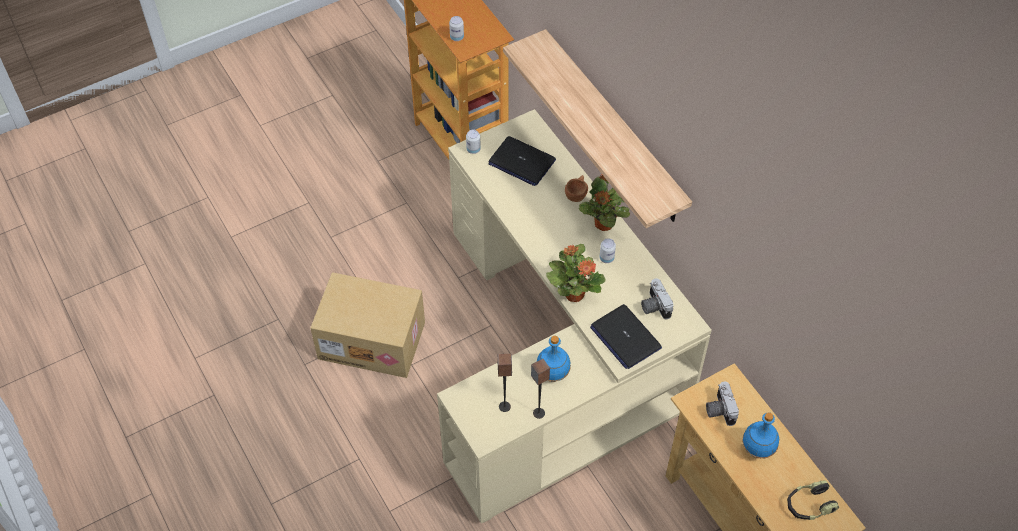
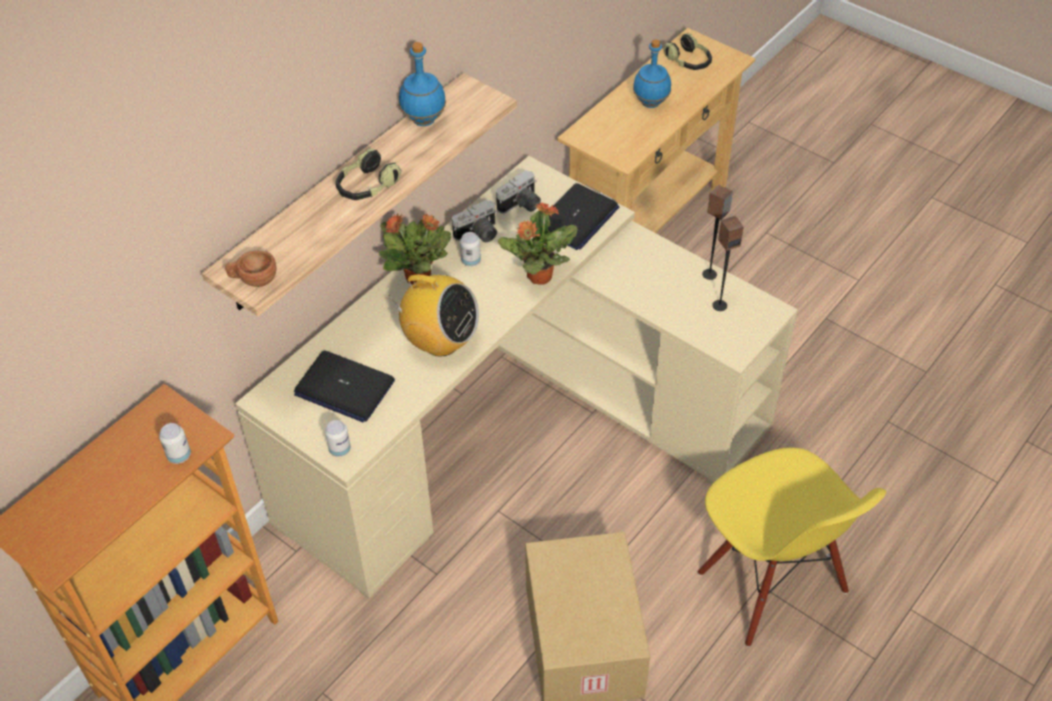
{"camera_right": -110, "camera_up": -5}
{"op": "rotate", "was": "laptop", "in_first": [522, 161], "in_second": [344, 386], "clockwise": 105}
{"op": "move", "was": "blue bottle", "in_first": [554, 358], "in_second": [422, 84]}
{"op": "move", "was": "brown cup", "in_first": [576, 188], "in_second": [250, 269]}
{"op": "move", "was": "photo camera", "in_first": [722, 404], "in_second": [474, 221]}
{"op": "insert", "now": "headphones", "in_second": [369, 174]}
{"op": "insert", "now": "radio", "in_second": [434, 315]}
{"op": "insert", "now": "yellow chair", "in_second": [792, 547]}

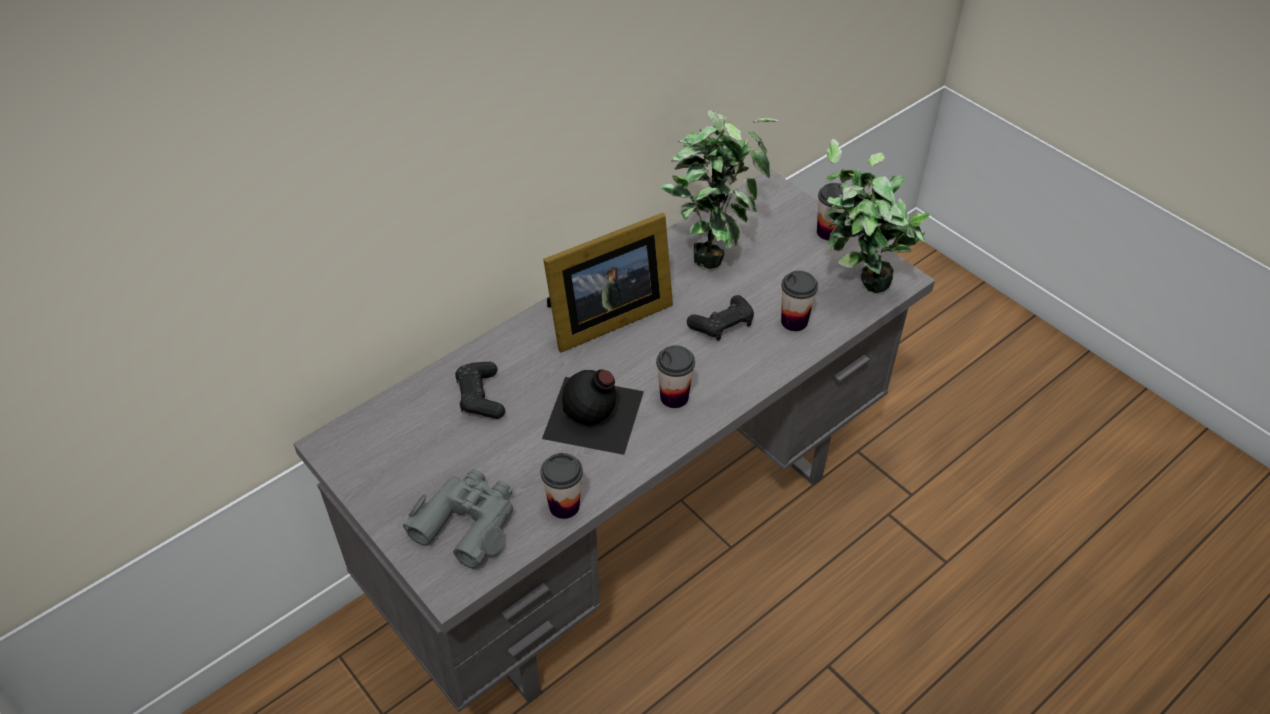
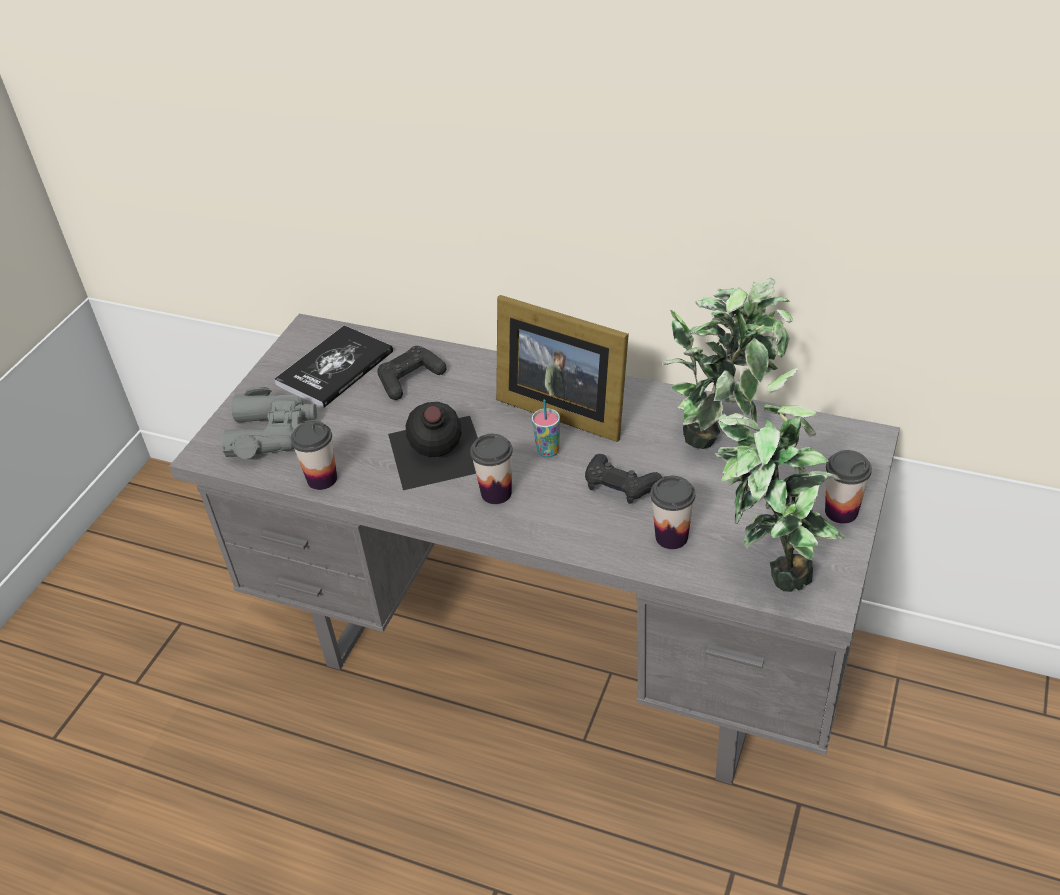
{"camera_right": 65, "camera_up": -5}
{"op": "insert", "now": "book", "in_second": [333, 366]}
{"op": "insert", "now": "cup", "in_second": [546, 429]}

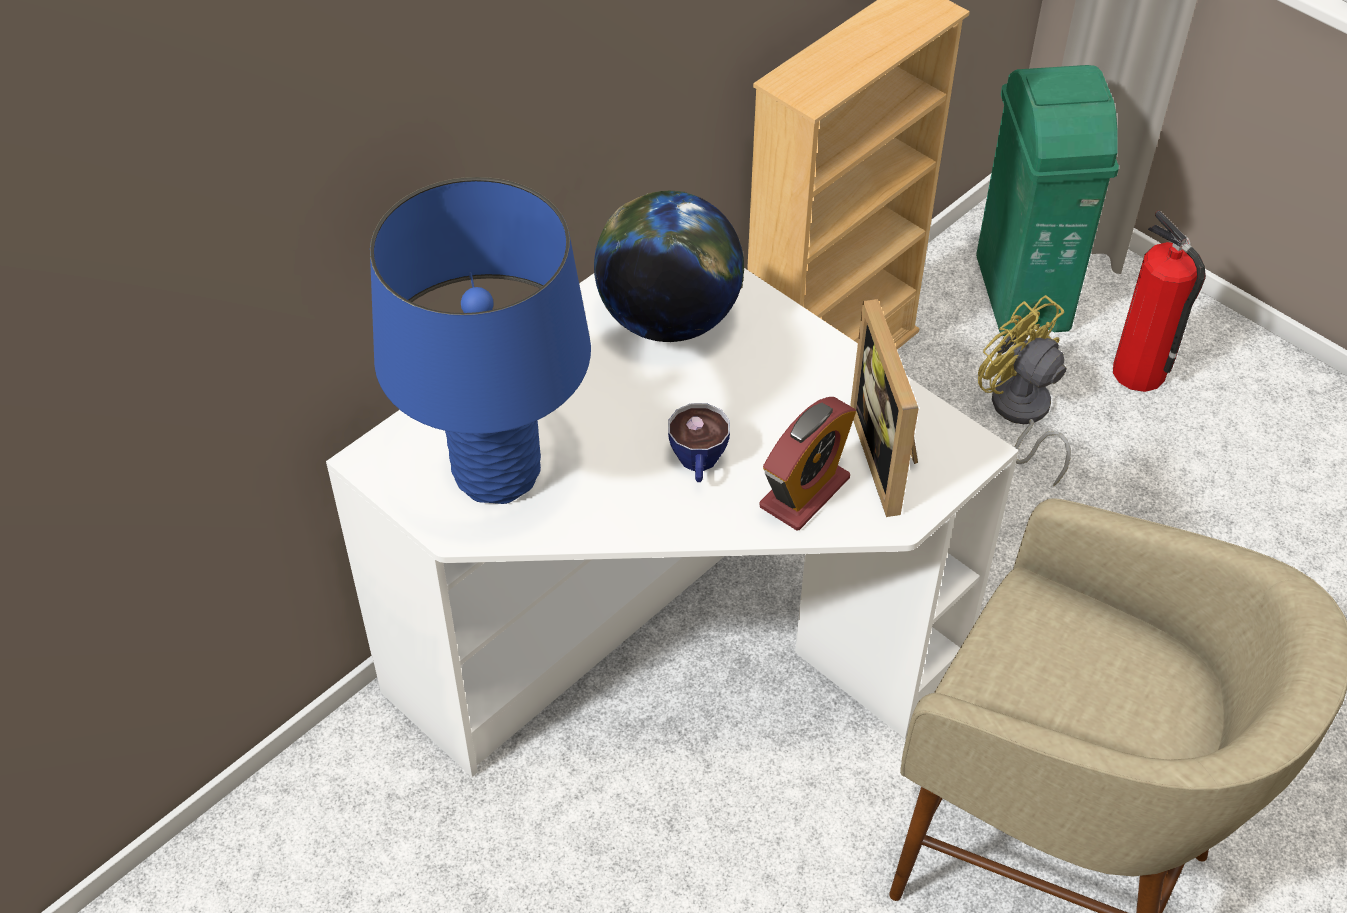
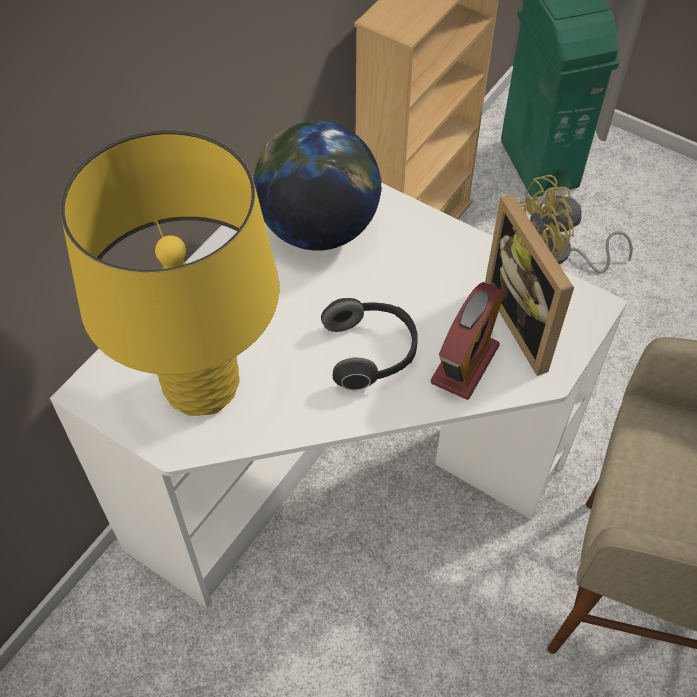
{"camera_right": -10, "camera_up": 5}
{"op": "recolor", "was": "blue table lamp", "now": "yellow table lamp", "in_first": [480, 340], "in_second": [169, 273]}
{"op": "replace", "was": "cup", "now": "headphones", "in_first": [699, 442], "in_second": [369, 344]}
{"op": "rotate", "was": "yellow fan", "in_first": [1024, 391], "in_second": [576, 224], "clockwise": -60}
{"op": "delete", "was": "fire extinguisher", "in_first": [1159, 301]}

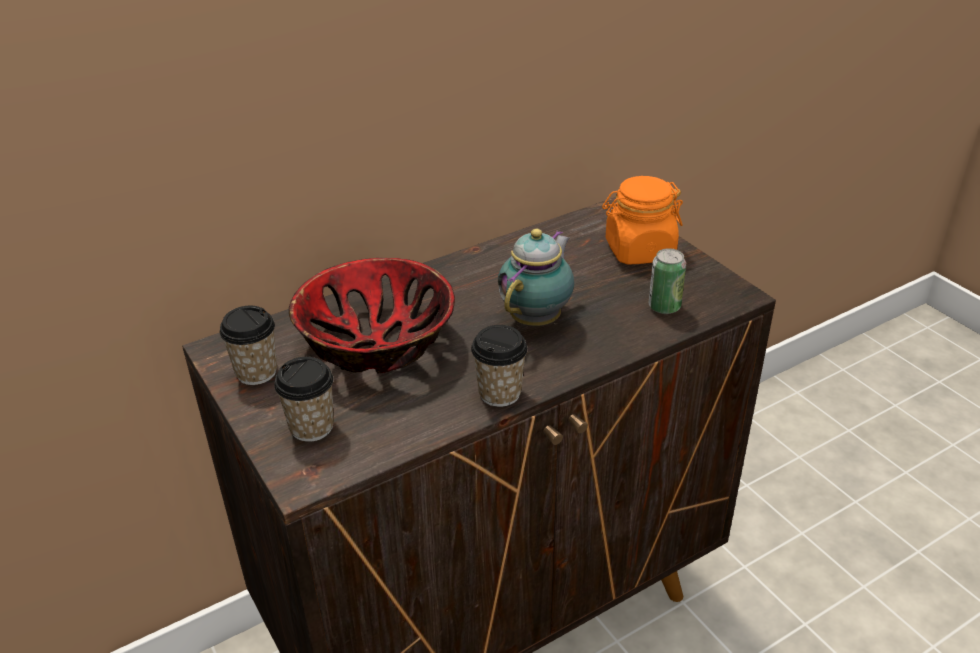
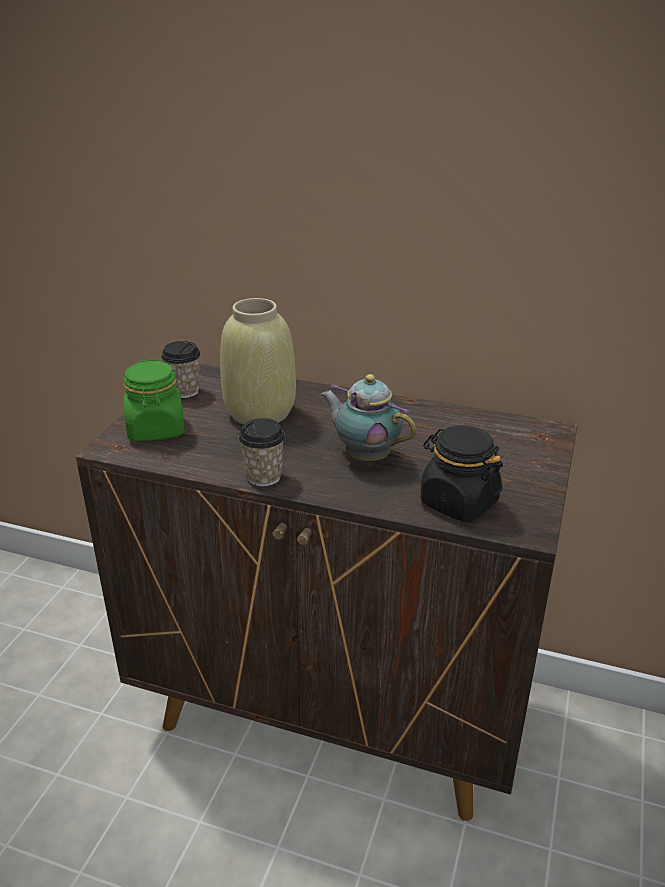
{"camera_right": 50, "camera_up": -5}
{"op": "replace", "was": "cup", "now": "green jar", "in_first": [304, 399], "in_second": [154, 400]}
{"op": "replace", "was": "bowl", "now": "beige vase", "in_first": [372, 315], "in_second": [258, 361]}
{"op": "rotate", "was": "teapot", "in_first": [536, 277], "in_second": [368, 417], "clockwise": -135}
{"op": "delete", "was": "orange jar", "in_first": [642, 220]}
{"op": "replace", "was": "can", "now": "black jar", "in_first": [667, 281], "in_second": [461, 473]}

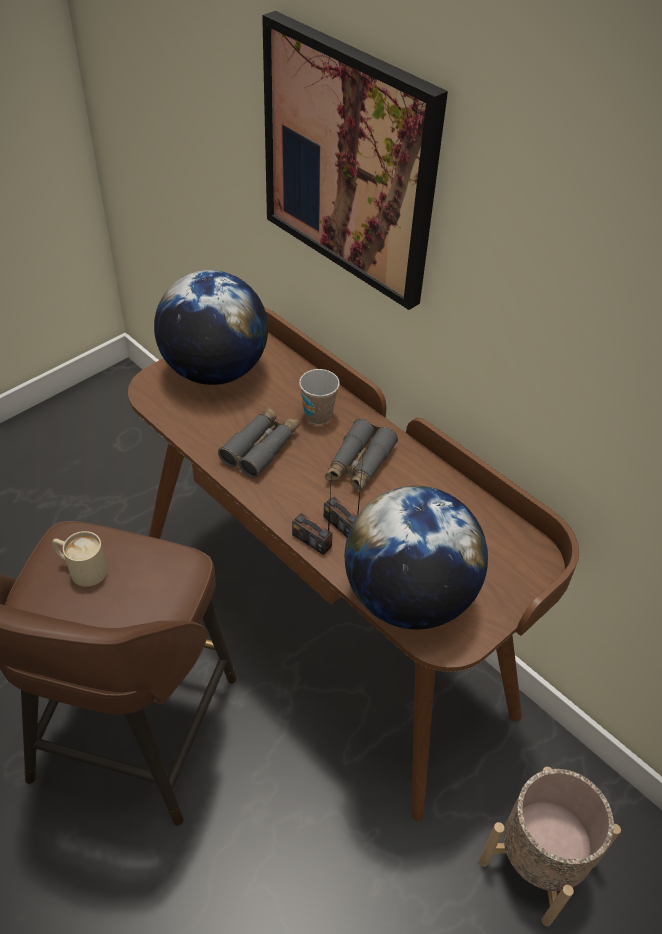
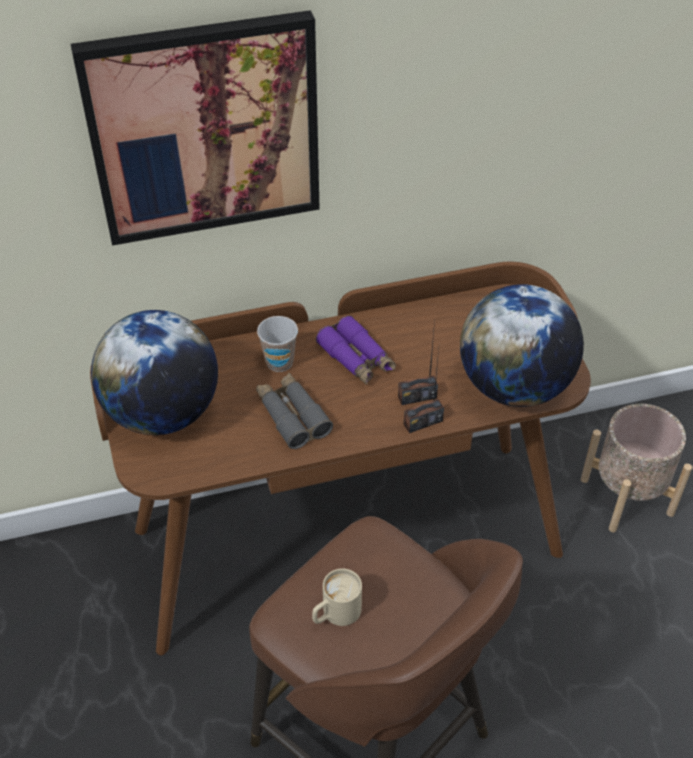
{"camera_right": -60, "camera_up": 0}
{"op": "recolor", "was": "grey binoculars", "now": "purple binoculars", "in_first": [361, 455], "in_second": [356, 350]}

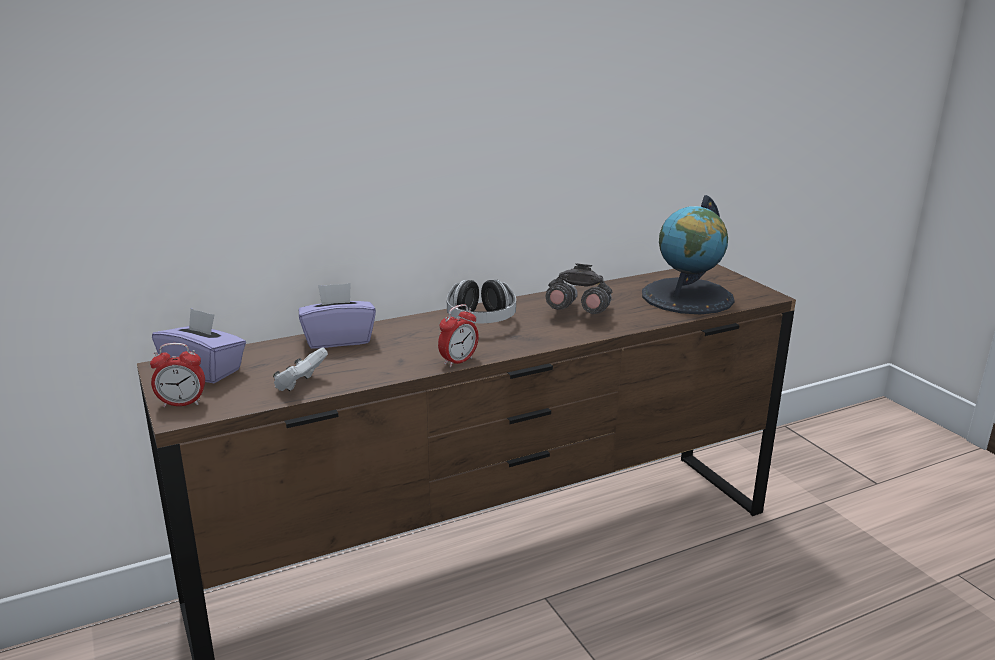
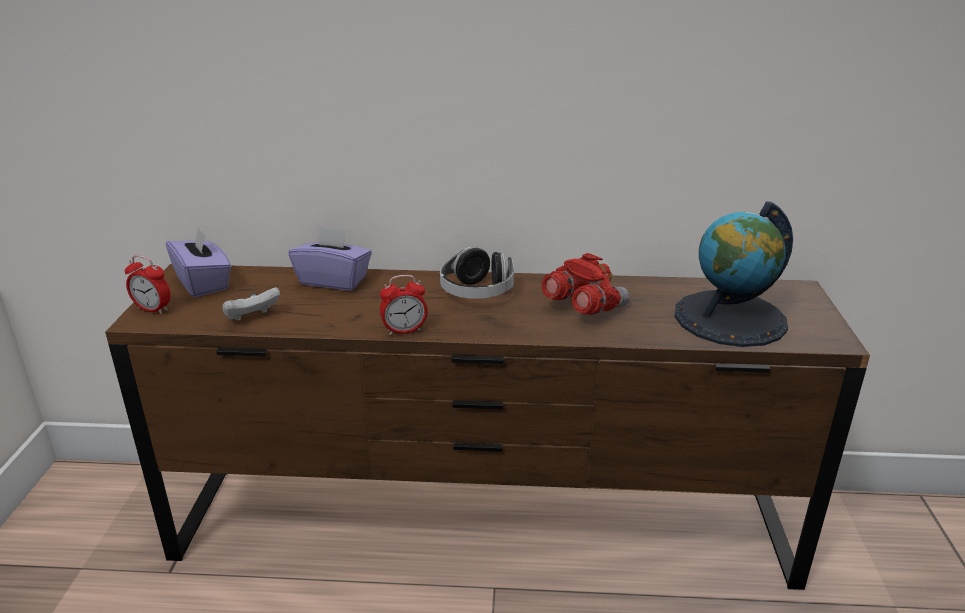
{"camera_right": 30, "camera_up": 5}
{"op": "recolor", "was": "grey binoculars", "now": "red binoculars", "in_first": [578, 288], "in_second": [586, 284]}

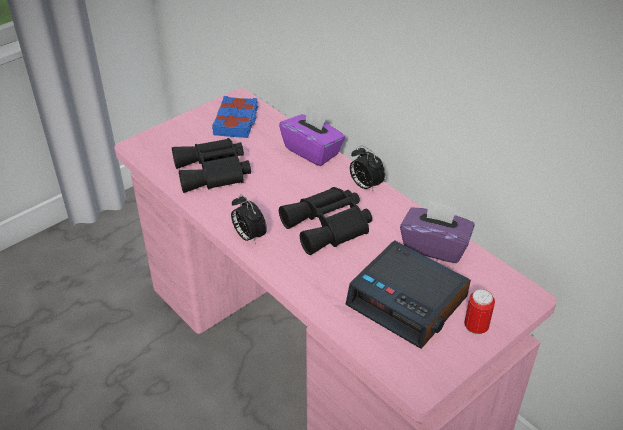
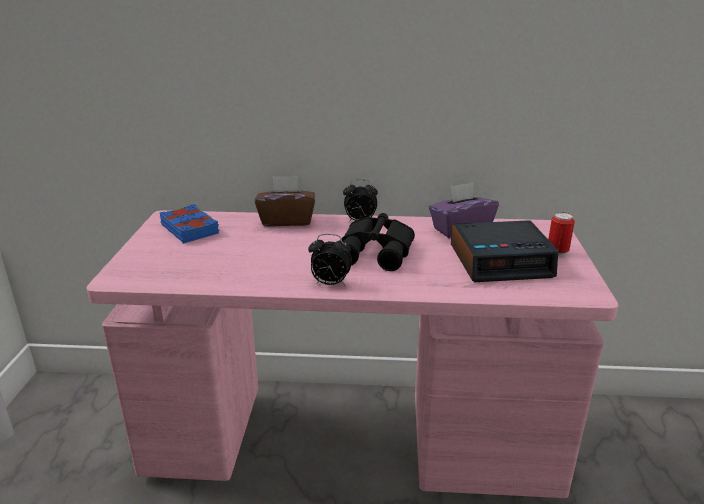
{"camera_right": -45, "camera_up": -15}
{"op": "delete", "was": "black binoculars", "in_first": [211, 165]}
{"op": "recolor", "was": "purple tissue box", "now": "brown tissue box", "in_first": [312, 136], "in_second": [284, 201]}

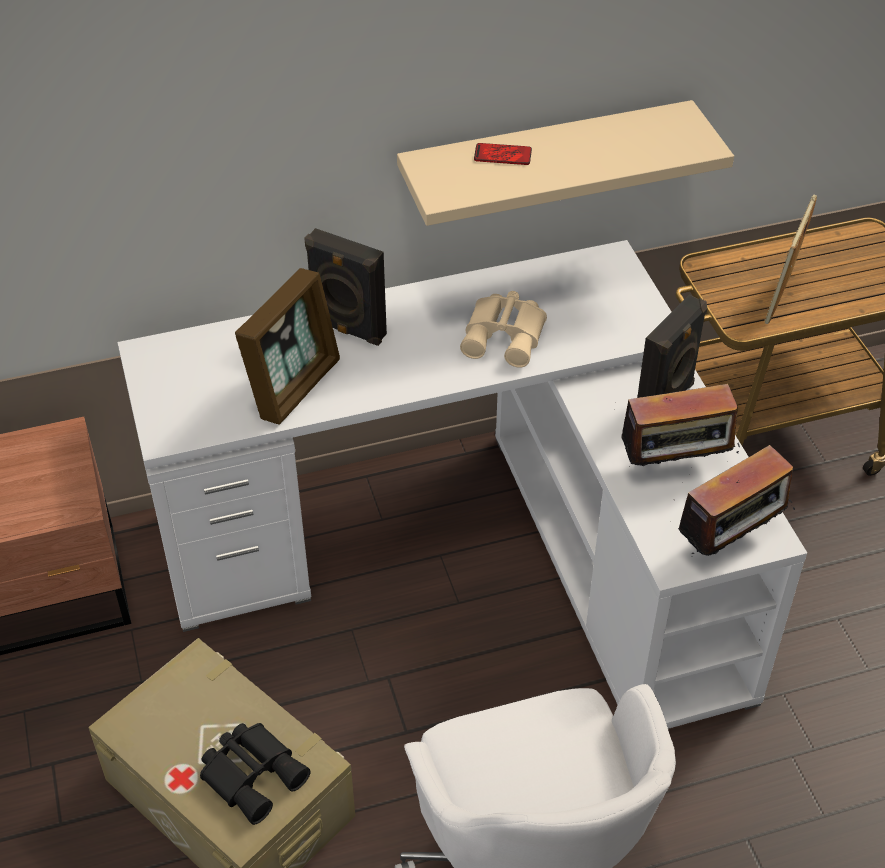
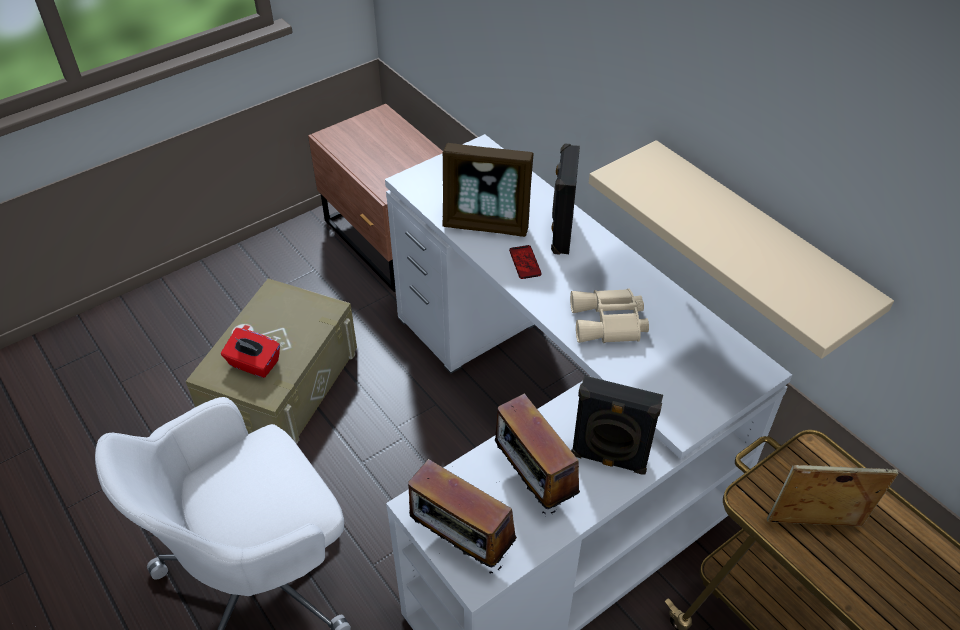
{"camera_right": 70, "camera_up": 0}
{"op": "replace", "was": "black binoculars", "now": "red tissue box", "in_first": [255, 774], "in_second": [250, 353]}
{"op": "move", "was": "phone", "in_first": [503, 154], "in_second": [525, 262]}

